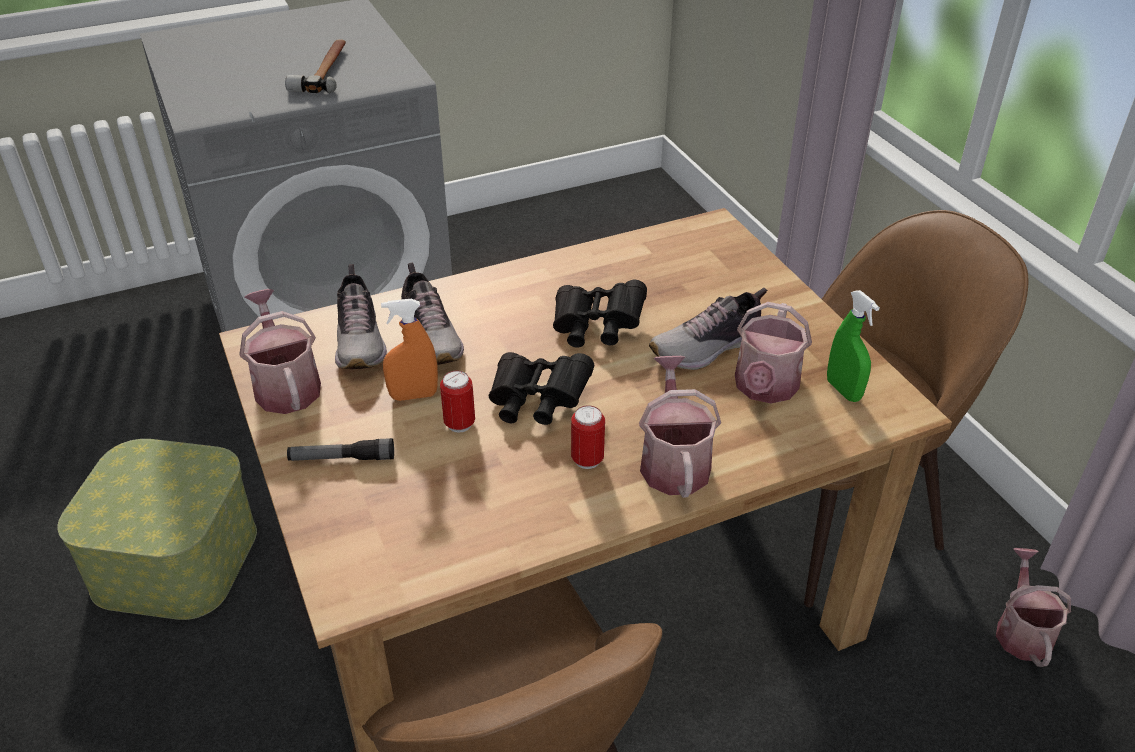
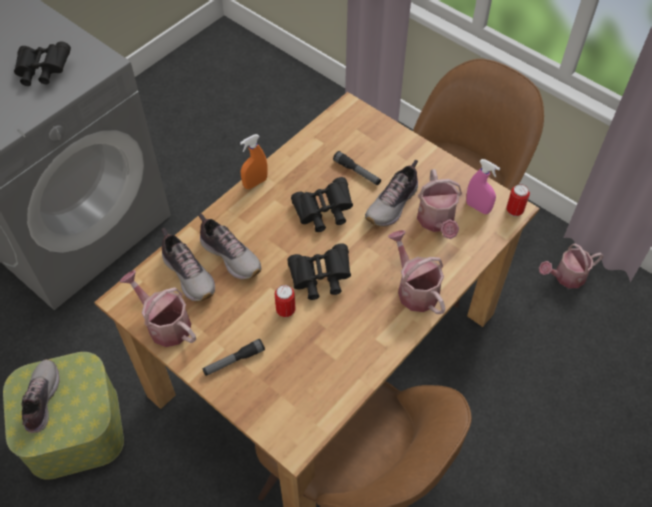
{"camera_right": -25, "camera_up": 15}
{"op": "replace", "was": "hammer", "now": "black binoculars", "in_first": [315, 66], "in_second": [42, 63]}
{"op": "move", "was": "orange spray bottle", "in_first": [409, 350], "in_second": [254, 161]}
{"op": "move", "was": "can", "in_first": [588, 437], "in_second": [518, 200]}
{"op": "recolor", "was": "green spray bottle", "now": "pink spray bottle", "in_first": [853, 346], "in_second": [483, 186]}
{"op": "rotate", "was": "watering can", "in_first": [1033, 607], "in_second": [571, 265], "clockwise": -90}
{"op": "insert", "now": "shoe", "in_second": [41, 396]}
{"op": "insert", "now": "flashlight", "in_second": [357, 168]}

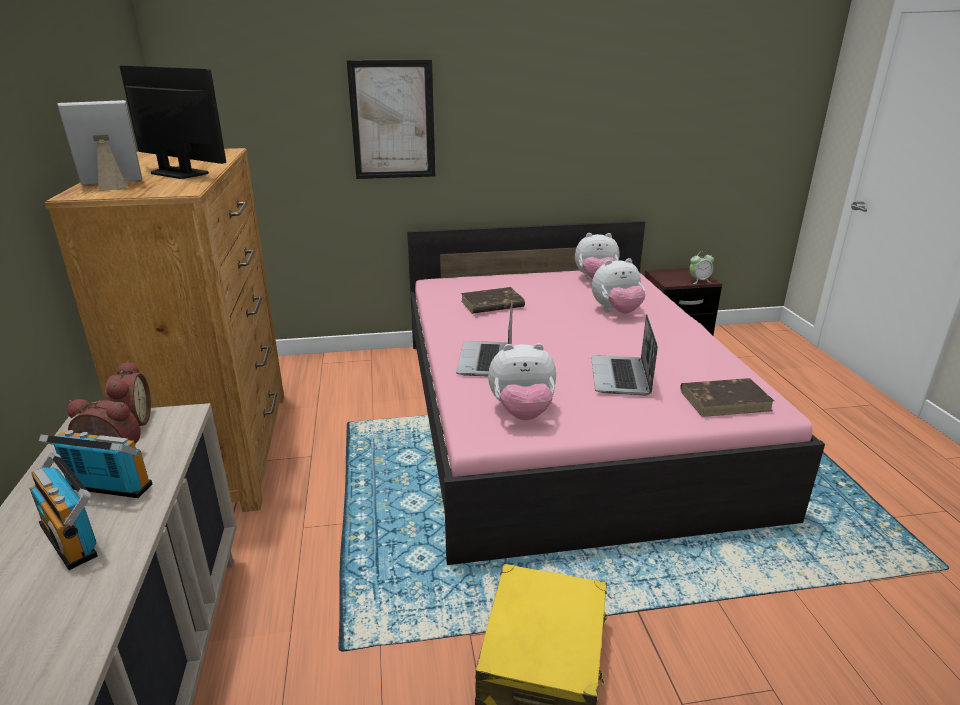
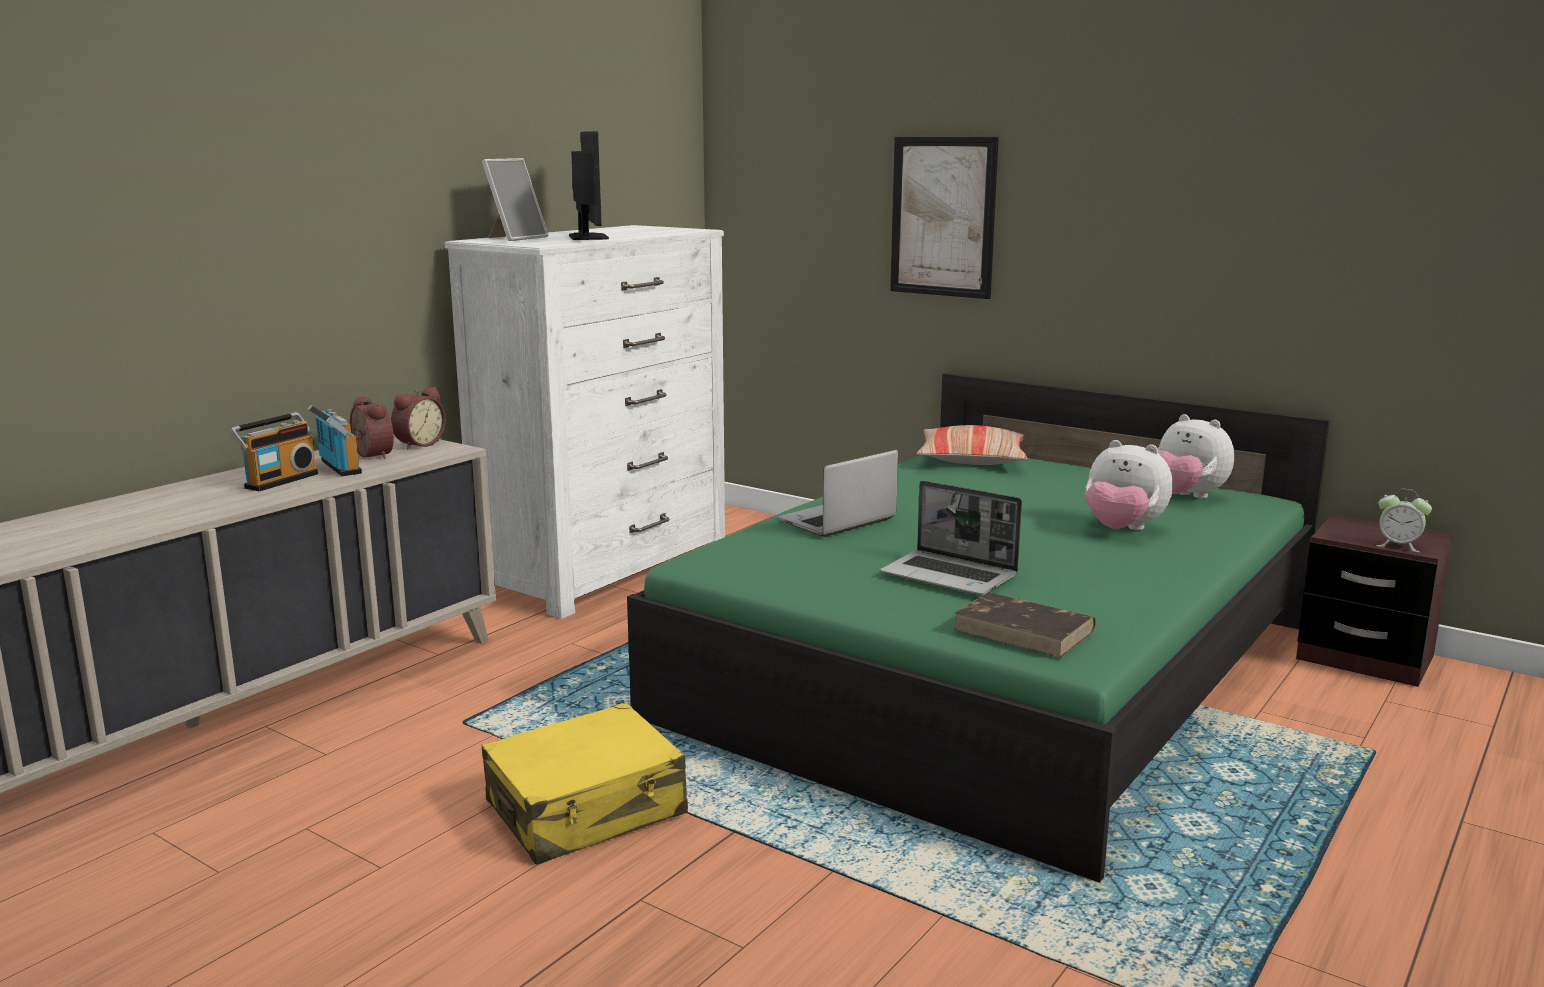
{"camera_right": 45, "camera_up": -10}
{"op": "rotate", "was": "radio", "in_first": [64, 511], "in_second": [274, 451], "clockwise": -150}
{"op": "recolor", "was": "brown dresser", "now": "white dresser", "in_first": [164, 330], "in_second": [585, 422]}
{"op": "rotate", "was": "picture frame", "in_first": [99, 145], "in_second": [515, 199], "clockwise": 105}
{"op": "recolor", "was": "pink bed", "now": "green bed", "in_first": [616, 393], "in_second": [978, 628]}
{"op": "delete", "was": "brown book", "in_first": [493, 300]}
{"op": "delete", "was": "plush toy", "in_first": [522, 381]}
{"op": "rotate", "was": "laptop", "in_first": [624, 355], "in_second": [951, 538], "clockwise": -105}
{"op": "insert", "now": "pillow", "in_second": [971, 445]}

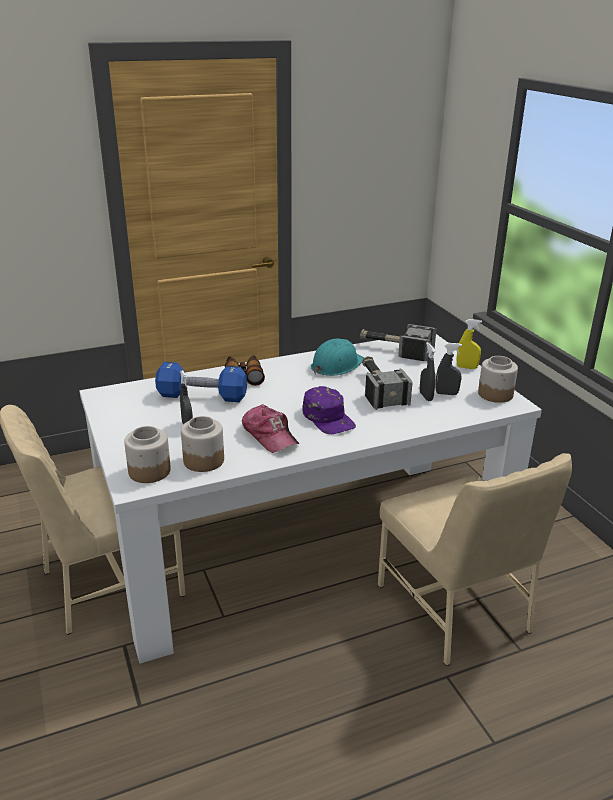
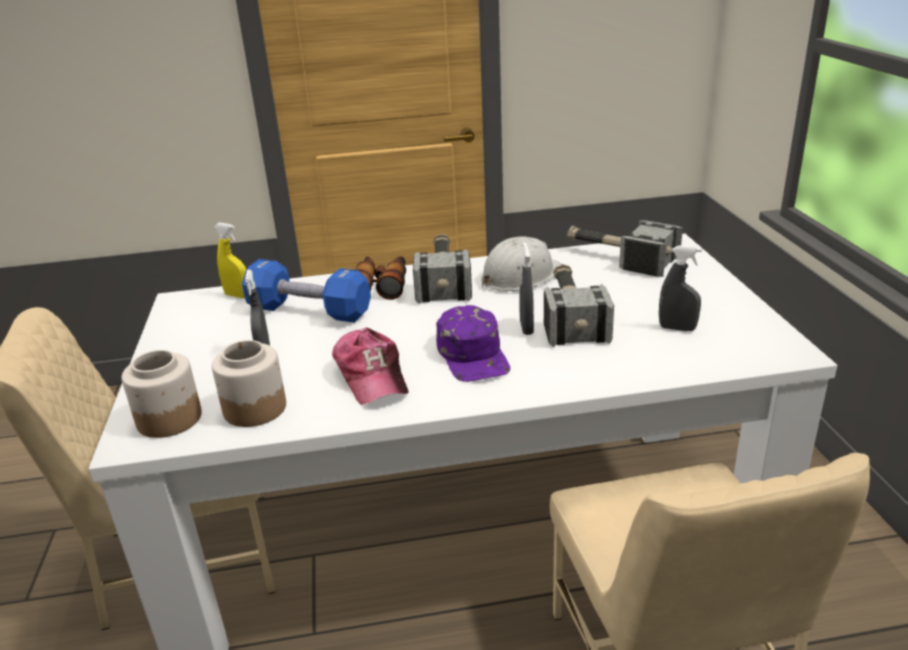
{"camera_right": 15, "camera_up": 0}
{"op": "recolor", "was": "turquoise hard hat", "now": "white hard hat", "in_first": [337, 357], "in_second": [521, 263]}
{"op": "move", "was": "grey spray bottle", "in_first": [428, 371], "in_second": [527, 288]}
{"op": "move", "was": "yellow spray bottle", "in_first": [469, 344], "in_second": [230, 260]}
{"op": "delete", "was": "jar", "in_first": [498, 379]}
{"op": "insert", "now": "hammer", "in_second": [442, 269]}

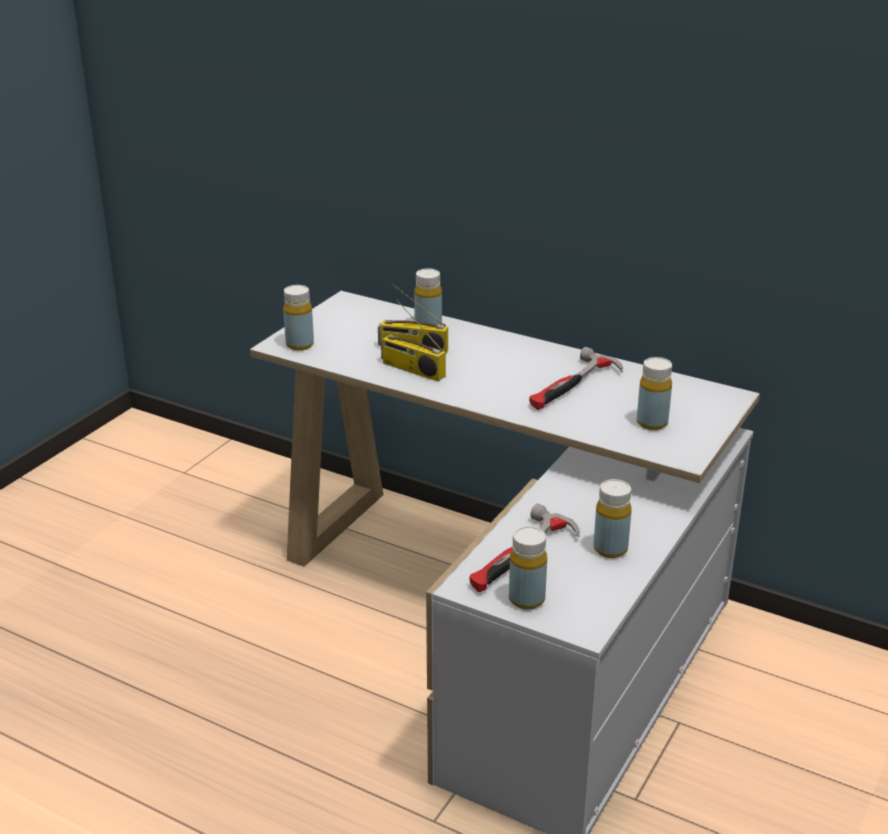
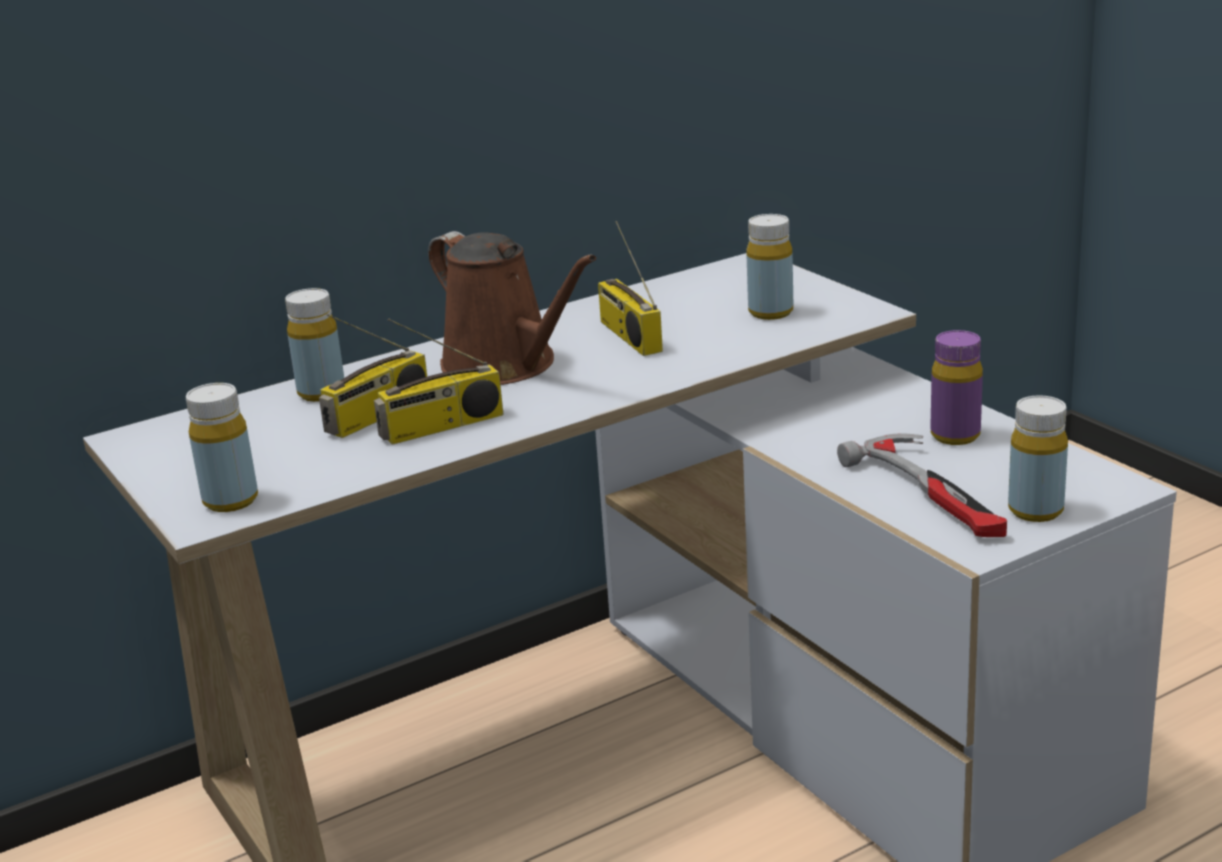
{"camera_right": -60, "camera_up": -5}
{"op": "replace", "was": "hammer", "now": "radio", "in_first": [576, 378], "in_second": [630, 288]}
{"op": "recolor", "was": "yellow bottle", "now": "purple bottle", "in_first": [613, 518], "in_second": [956, 387]}
{"op": "insert", "now": "brown watering can", "in_second": [512, 308]}

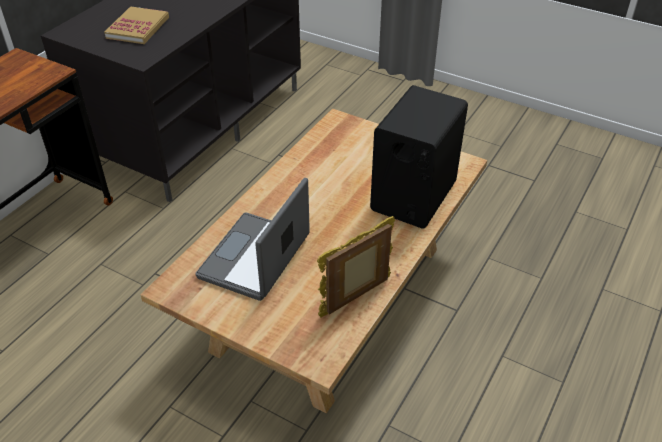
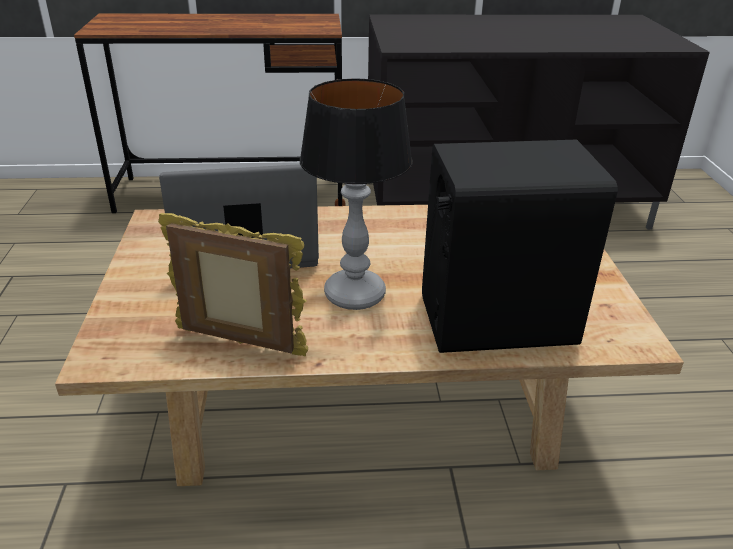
{"camera_right": 55, "camera_up": -10}
{"op": "delete", "was": "book", "in_first": [136, 25]}
{"op": "insert", "now": "table lamp", "in_second": [356, 194]}

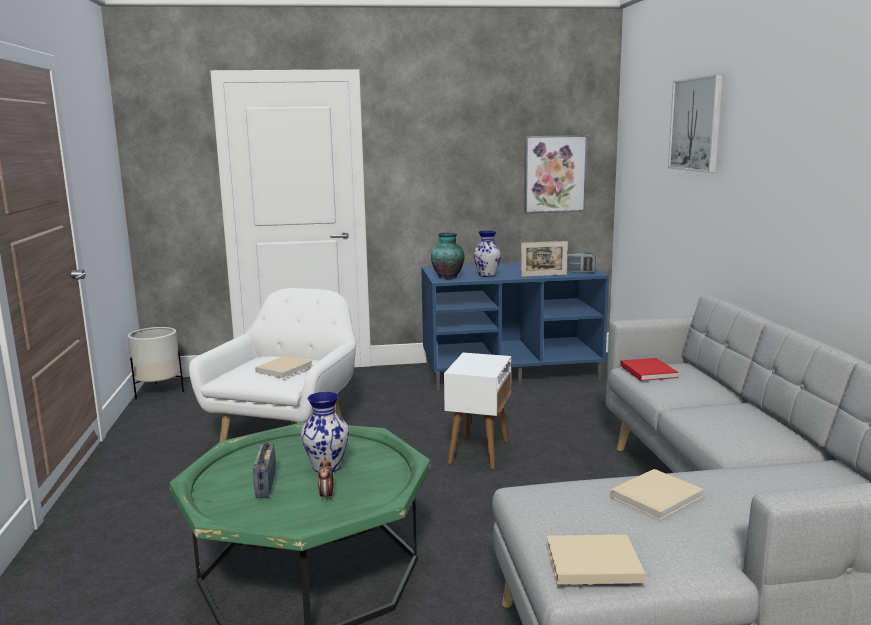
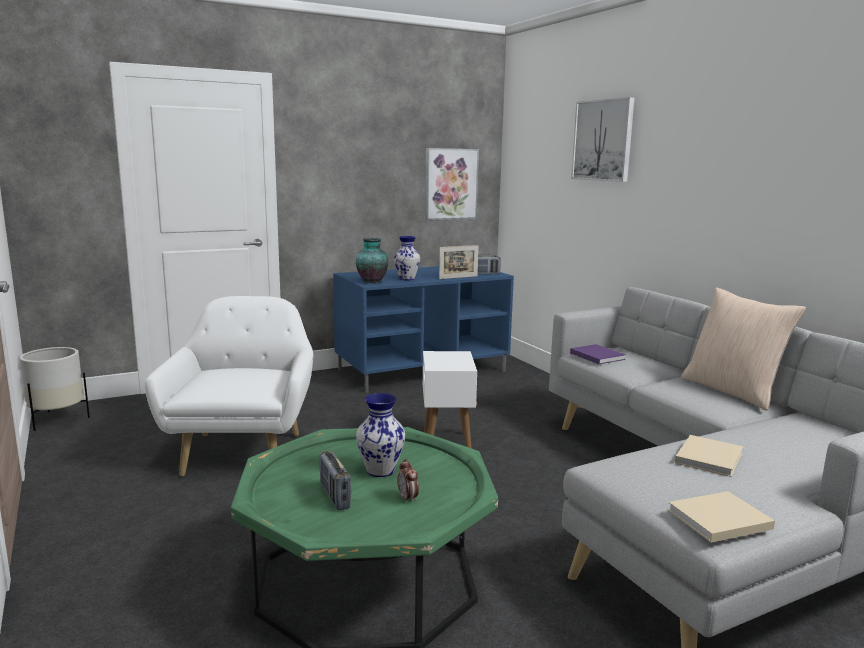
{"camera_right": -20, "camera_up": 0}
{"op": "delete", "was": "beige book", "in_first": [284, 367]}
{"op": "recolor", "was": "red book", "now": "purple book", "in_first": [649, 369], "in_second": [597, 354]}
{"op": "insert", "now": "beige pillow", "in_second": [743, 349]}

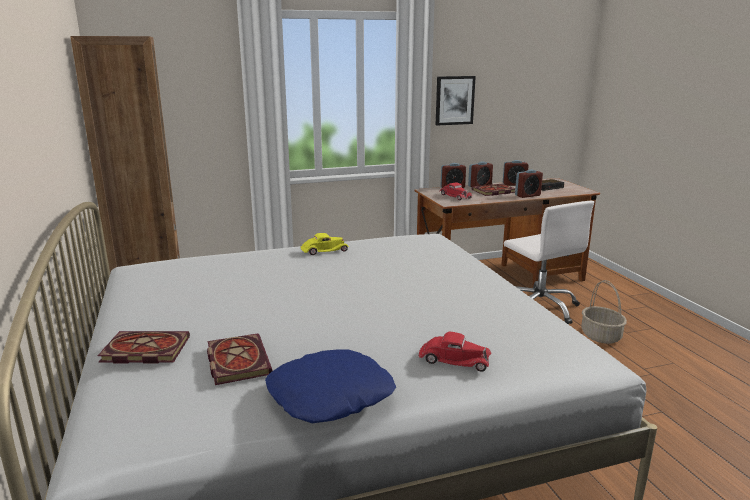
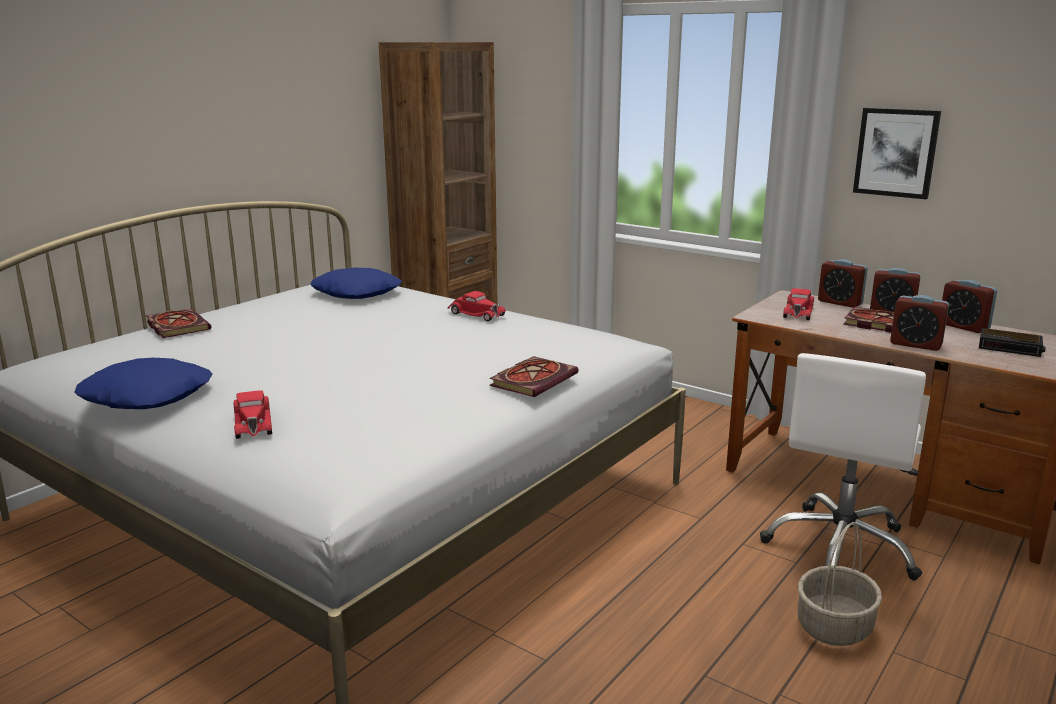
{"camera_right": 55, "camera_up": 0}
{"op": "move", "was": "book", "in_first": [240, 359], "in_second": [534, 376]}
{"op": "recolor", "was": "yellow toy car", "now": "red toy car", "in_first": [325, 244], "in_second": [476, 306]}
{"op": "insert", "now": "blue pillow", "in_second": [356, 283]}

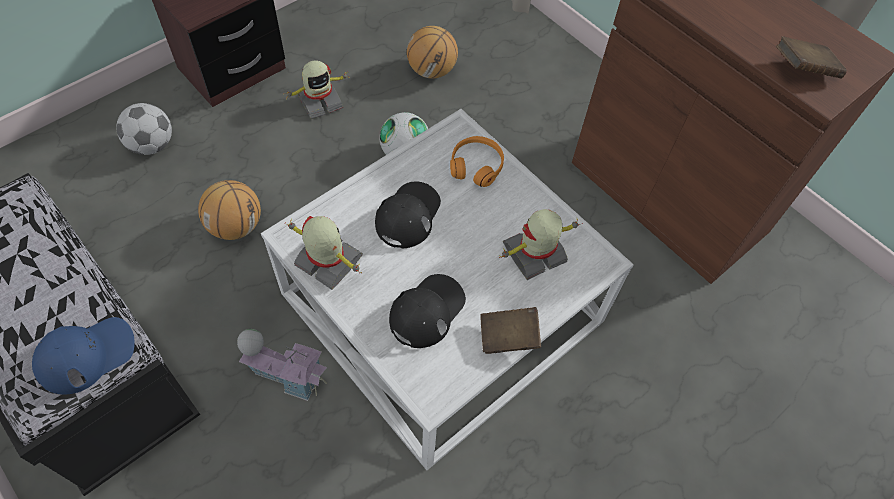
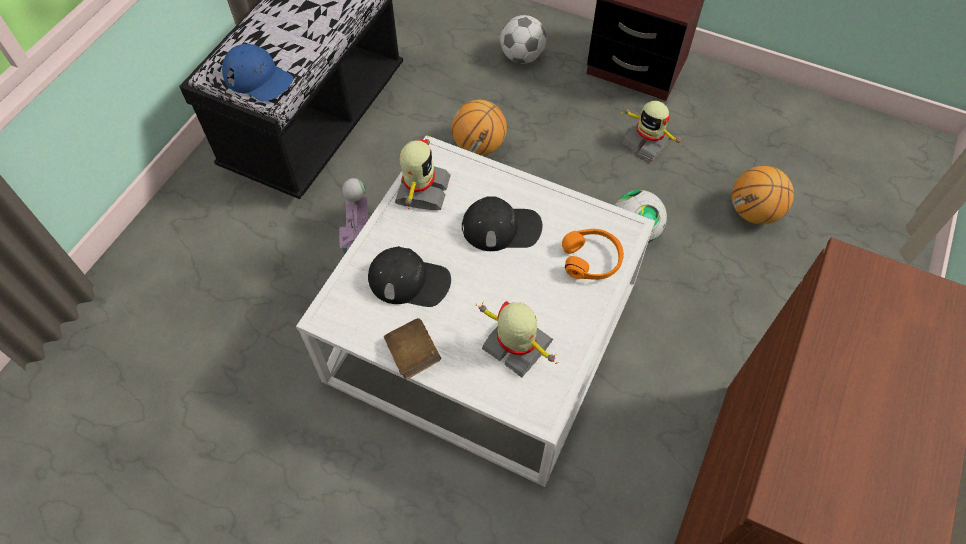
{"camera_right": 70, "camera_up": 0}
{"op": "delete", "was": "brown book", "in_first": [811, 57]}

